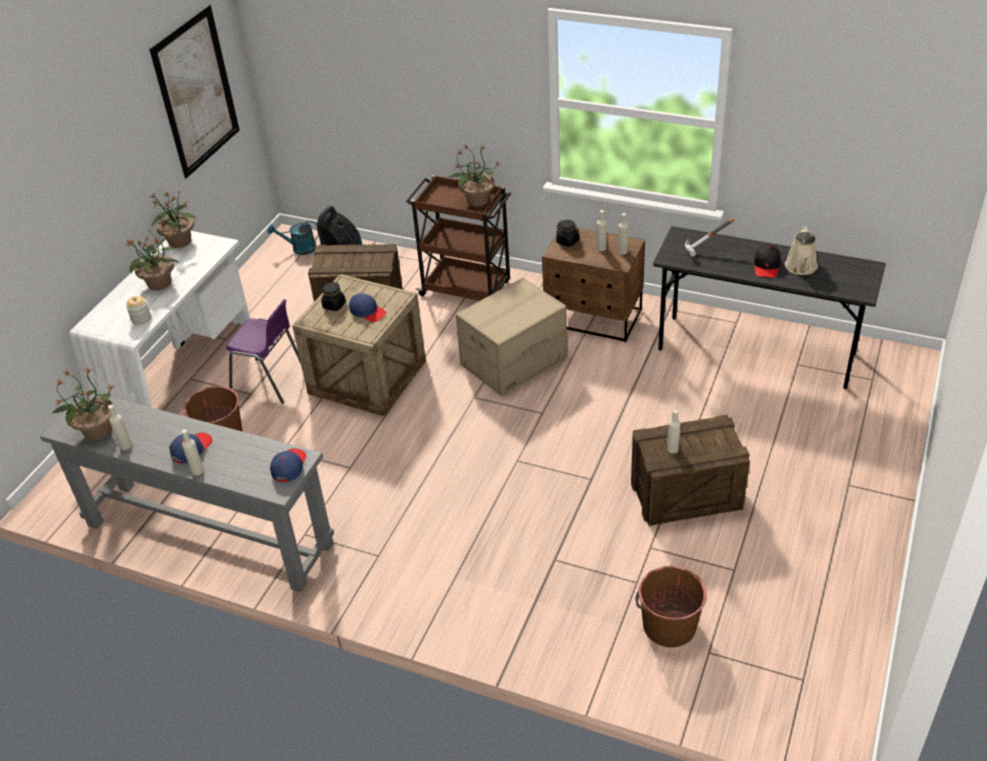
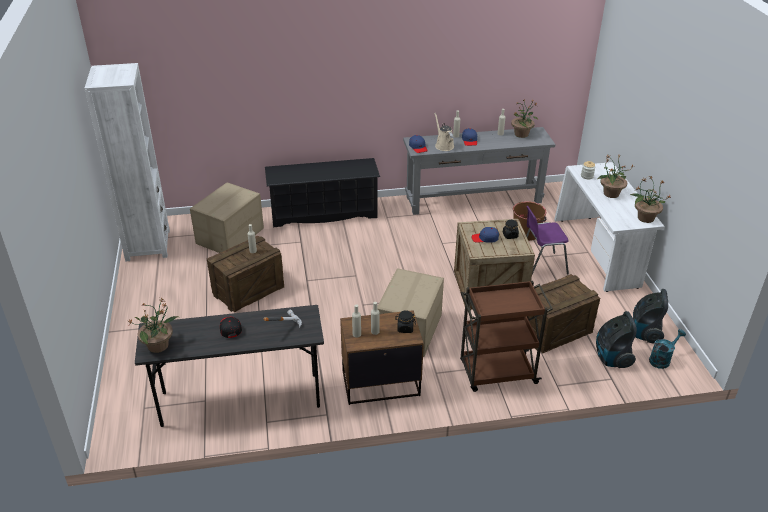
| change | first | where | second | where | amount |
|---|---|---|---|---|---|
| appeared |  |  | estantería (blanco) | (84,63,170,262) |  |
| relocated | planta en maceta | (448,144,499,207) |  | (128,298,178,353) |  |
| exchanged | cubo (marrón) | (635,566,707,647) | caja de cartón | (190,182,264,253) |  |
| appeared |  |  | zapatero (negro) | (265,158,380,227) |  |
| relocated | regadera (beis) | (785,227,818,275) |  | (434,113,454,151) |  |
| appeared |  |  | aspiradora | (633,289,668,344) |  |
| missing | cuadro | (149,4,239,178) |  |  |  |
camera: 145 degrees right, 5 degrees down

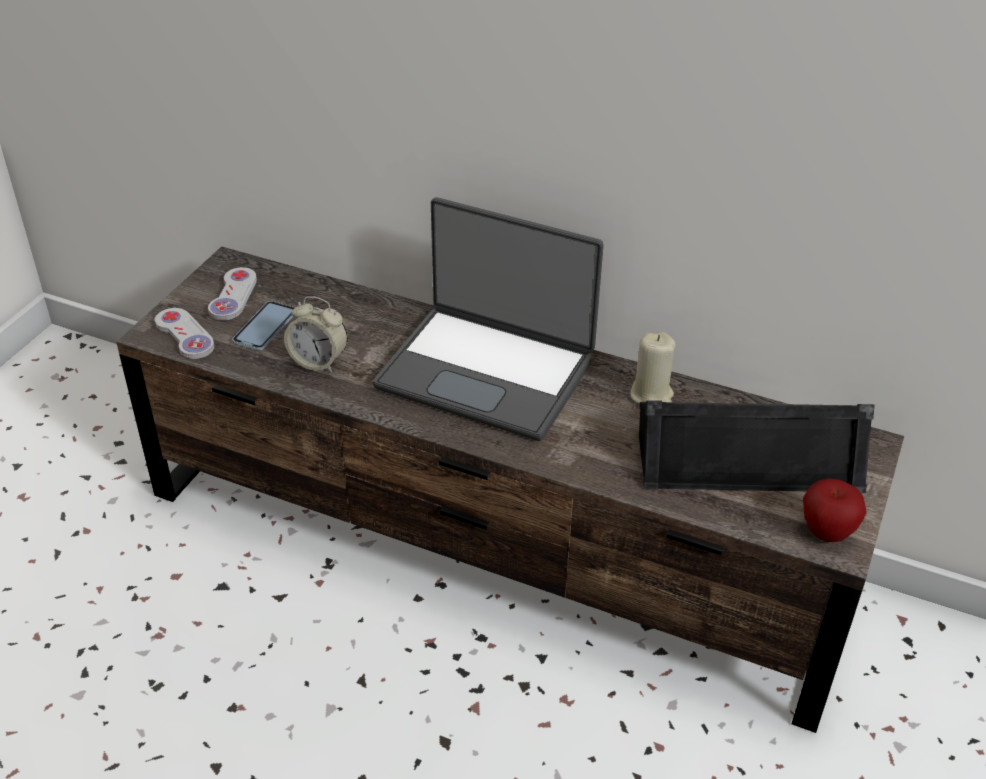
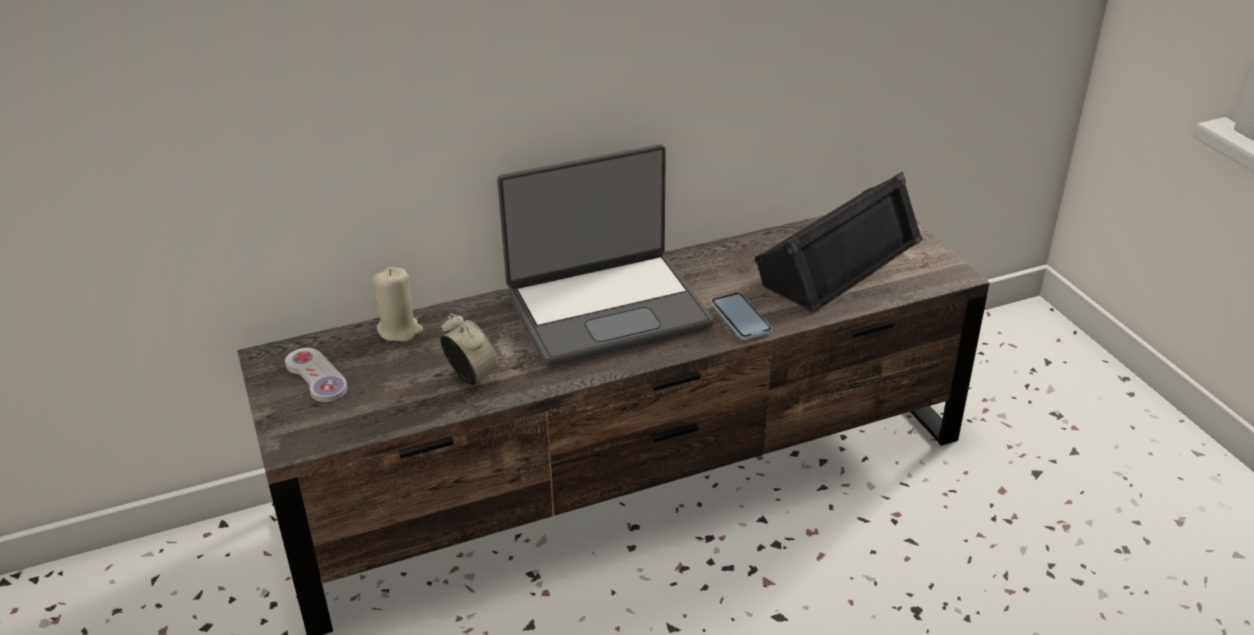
| change | first | where | second | where | amount |
|---|---|---|---|---|---|
| relocated | vela (beis) | (630,332,676,404) |  | (373,267,423,342) |  |
| spun | despertador | (284,296,348,373) |  | (440,313,500,385) | 105 degrees counterclockwise |
| relocated | móvil | (232,301,295,350) |  | (711,292,773,340) |  |
| missing | mando de consola (blanco) | (155,308,214,359) |  |  |  |
| missing | manzana | (803,478,867,542) |  |  |  |
camera: 45 degrees left, 5 degrees down

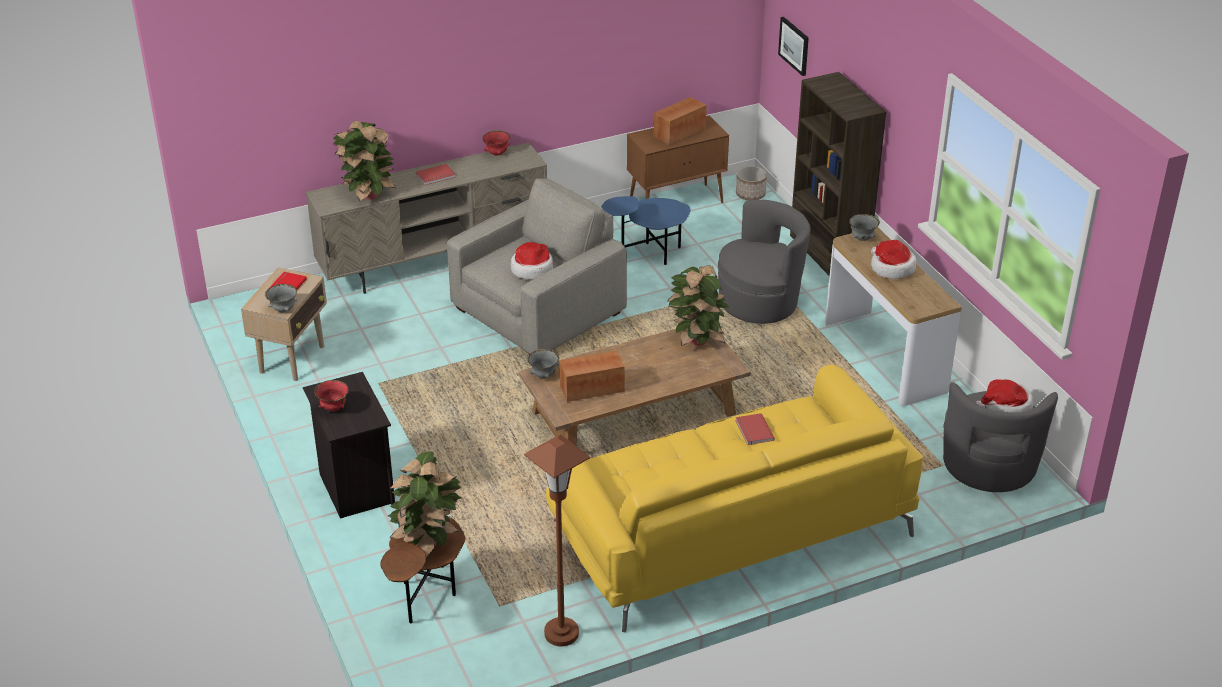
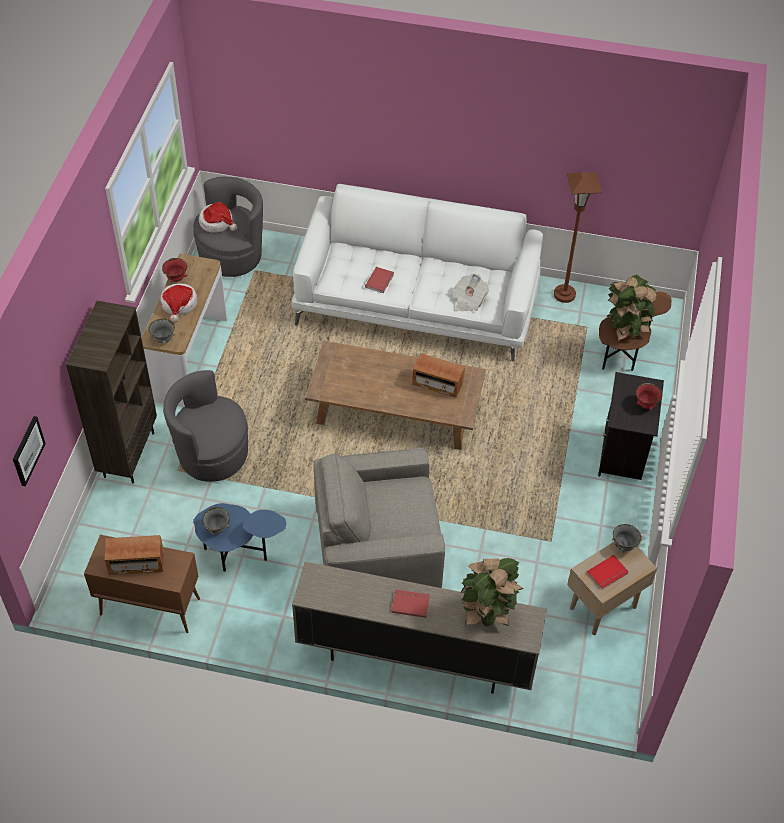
| change | first | where | second | where | amount |
|---|---|---|---|---|---|
| relocated | cuenco (rojo) | (482,130,511,156) |  | (162,258,187,283) |  |
| relocated | cuenco (gris) | (528,349,559,378) |  | (202,507,230,536) |  |
| colour | sofá (amarillo) | (546,365,923,632) | sofá (blanco) | (292,184,543,362) |  |
| appeared |  |  | periódico | (454,274,489,311) |  |
| missing | sombrero | (511,242,553,279) |  |  |  |
| missing | planta en maceta | (667,265,730,346) |  |  |  |
| missing | maceta | (736,166,767,200) |  |  |  |
camera: 145 degrees left, 15 degrees up

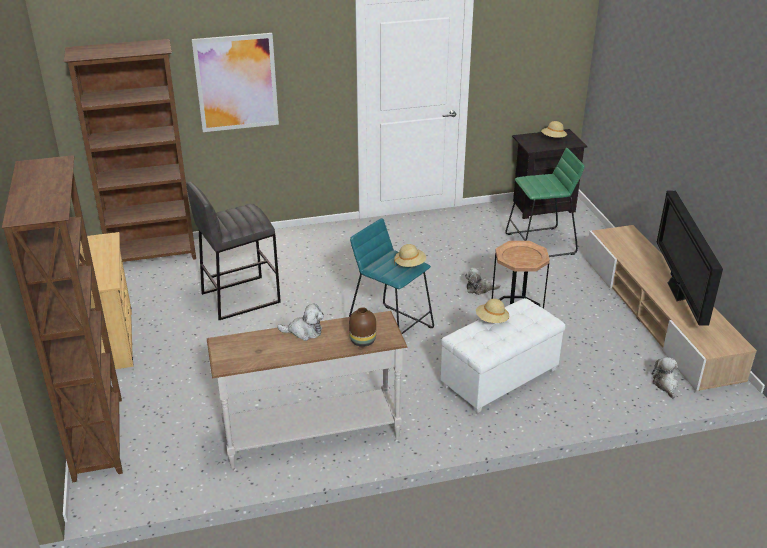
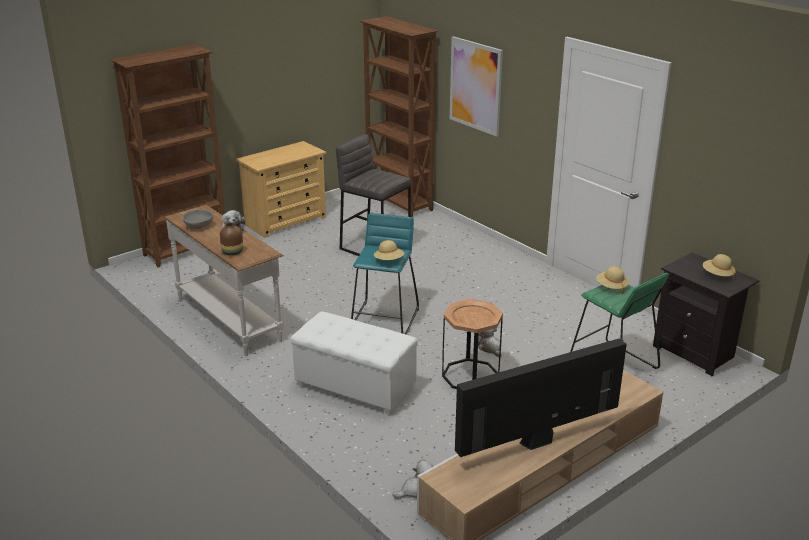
| change | first | where | second | where | amount |
|---|---|---|---|---|---|
| appeared |  |  | cuenco (gris) | (182,209,214,229) |  |
| relocated | sombrero (beis) | (476,299,509,323) |  | (596,266,629,294) |  |
camera: 65 degrees right, 5 degrees down

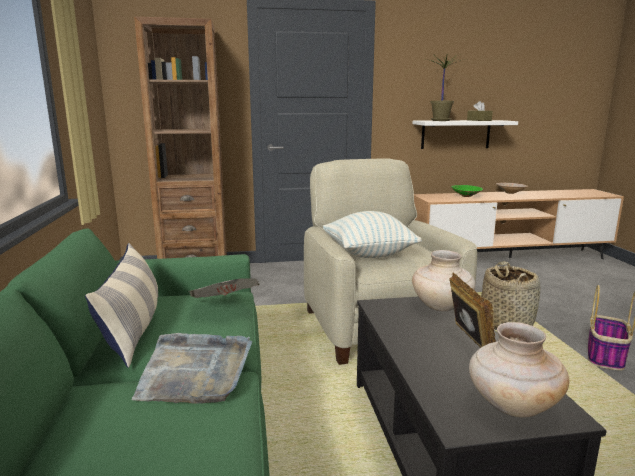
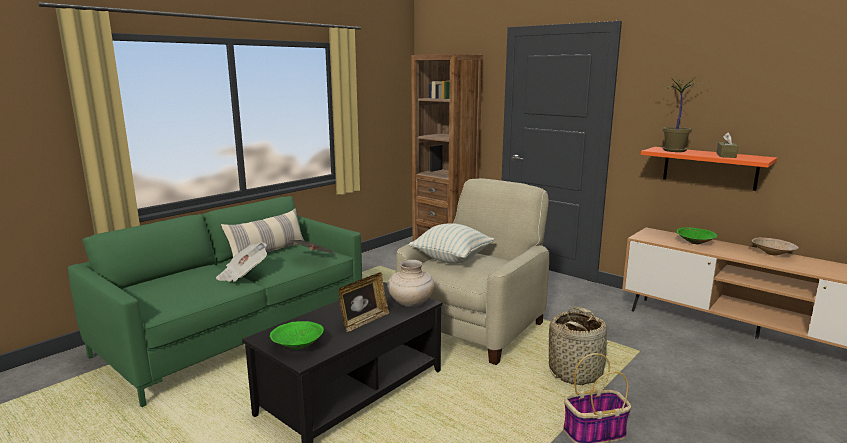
| change | first | where | second | where | amount |
|---|---|---|---|---|---|
| exchanged | bandeja (gris) | (131,333,252,403) | periódico | (216,243,267,282) |  |
| exchanged | florero (beis) | (469,322,569,418) | cuenco (verde) | (270,321,324,350) |  |
| colour | estante (blanco) | (413,120,518,149) | estante (naranja) | (641,147,777,191) |  |
camera: 50 degrees right, 0 degrees up

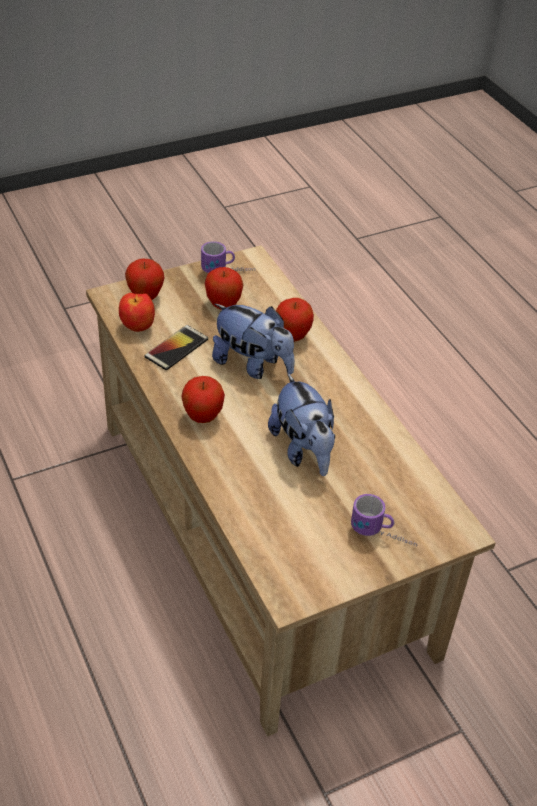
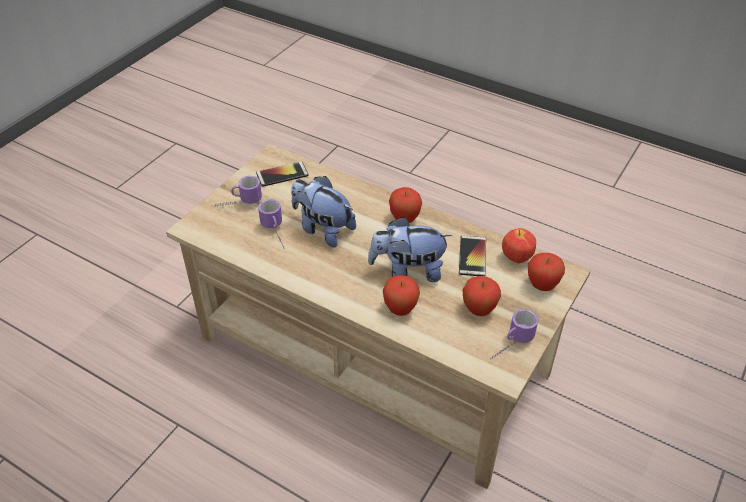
| change | first | where | second | where | amount |
|---|---|---|---|---|---|
| appeared |  |  | móvil | (256,161,309,187) |  |
| appeared |  |  | taza grande | (258,199,285,250) |  |
camera: 150 degrees right, 0 degrees up

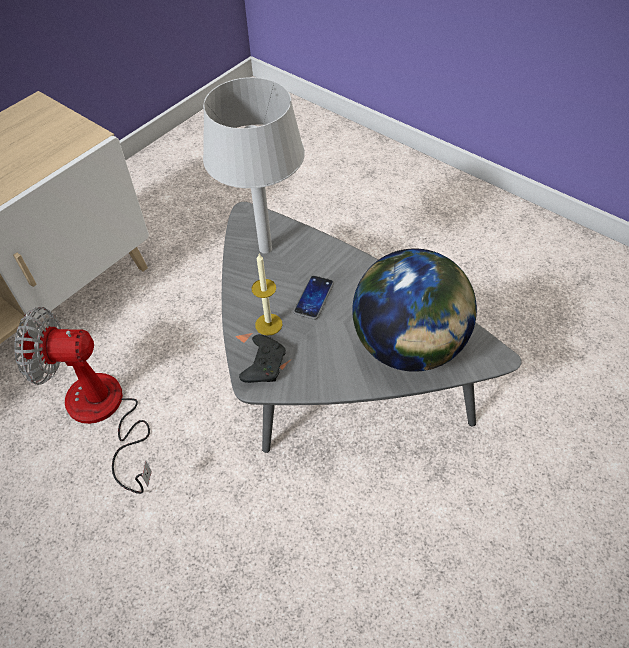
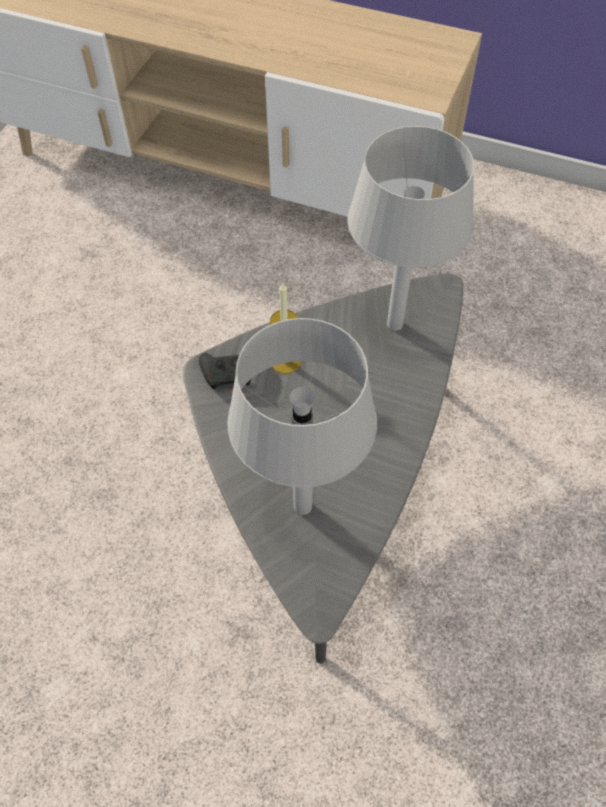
| change | first | where | second | where | amount |
|---|---|---|---|---|---|
| exchanged | globo terráqueo | (352,248,477,372) | lámpara de mesa (gris) | (227,318,377,515) |  |
| missing | ventilador | (14,307,152,494) |  |  |  |
| missing | móvil | (293,275,334,320) |  |  |  |
camera: 70 degrees right, 5 degrees up

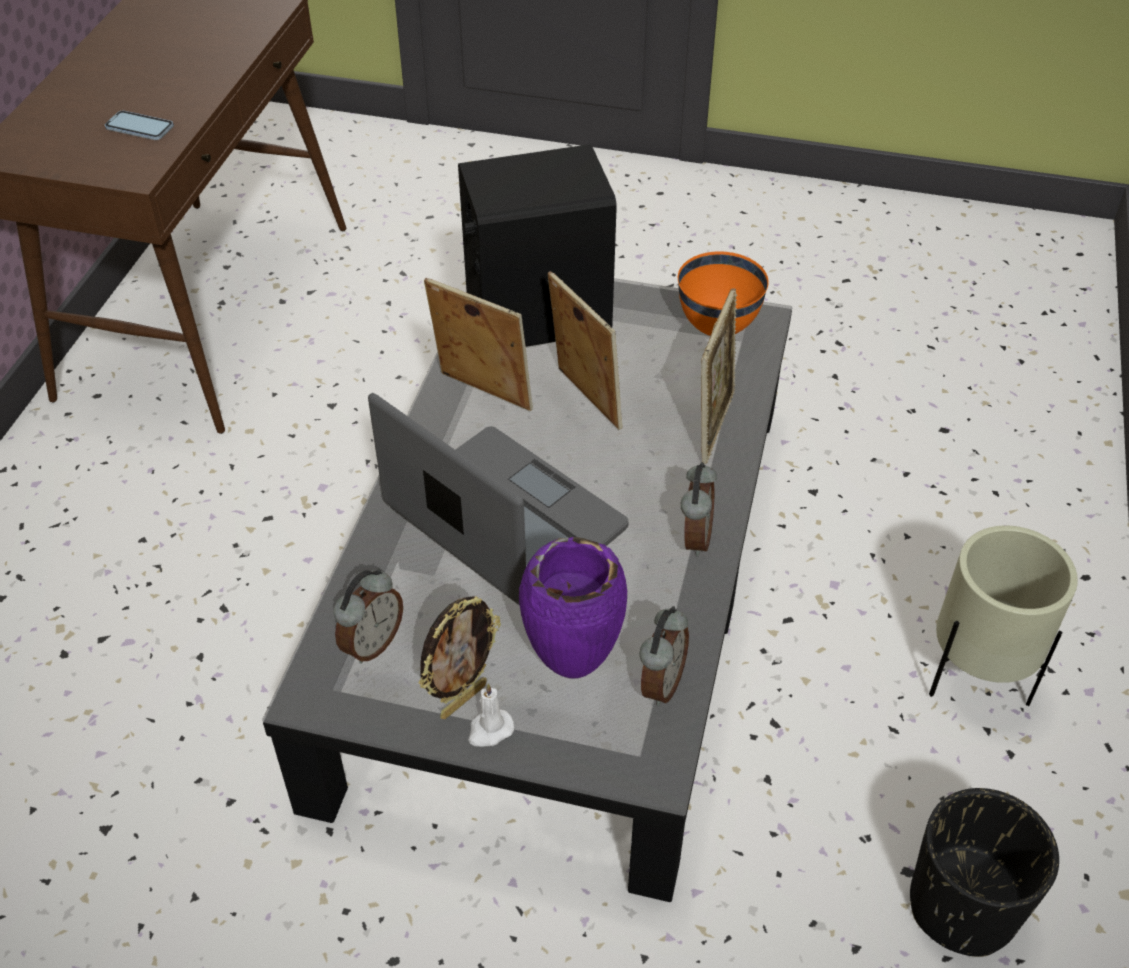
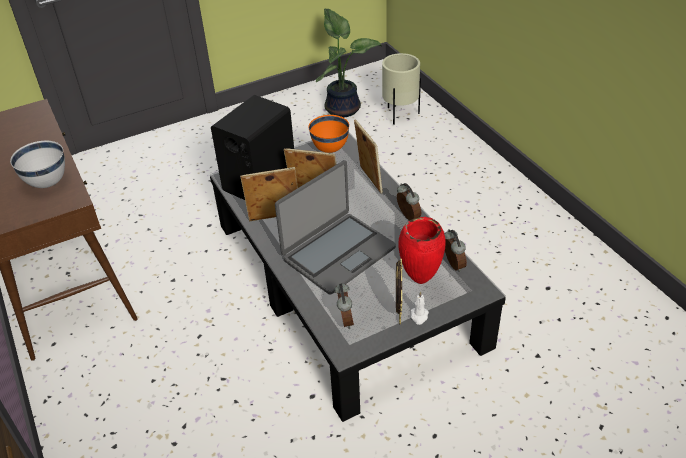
| change | first | where | second | where | amount |
|---|---|---|---|---|---|
| exchanged | móvil | (105,111,174,140) | cuenco (blanco) | (10,141,65,188) |  |
| spun | portátil | (368,393,628,606) |  | (275,160,396,295) | 135 degrees clockwise |
| appeared |  |  | planta en maceta | (316,9,382,118) |  |
| relocated | maceta (beis) | (929,526,1078,706) |  | (382,53,421,125) |  |
| colour | florero (morado) | (519,537,627,678) | florero (rojo) | (398,217,446,284) |  |
| missing | maceta (negro) | (910,788,1059,957) |  |  |  |
camera: 40 degrees left, 5 degrees down

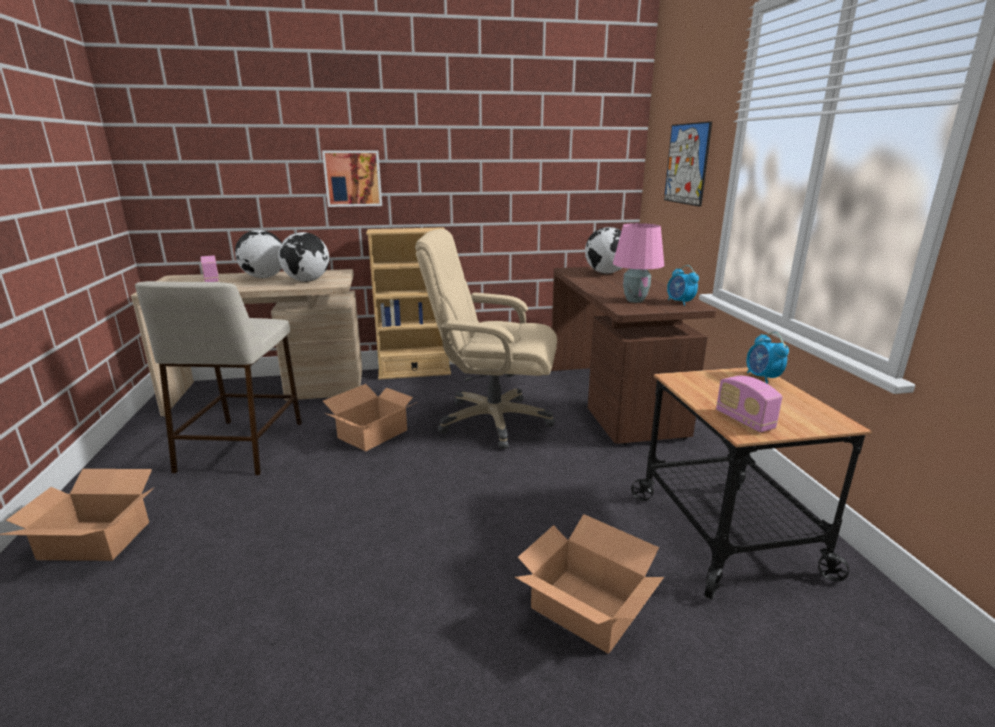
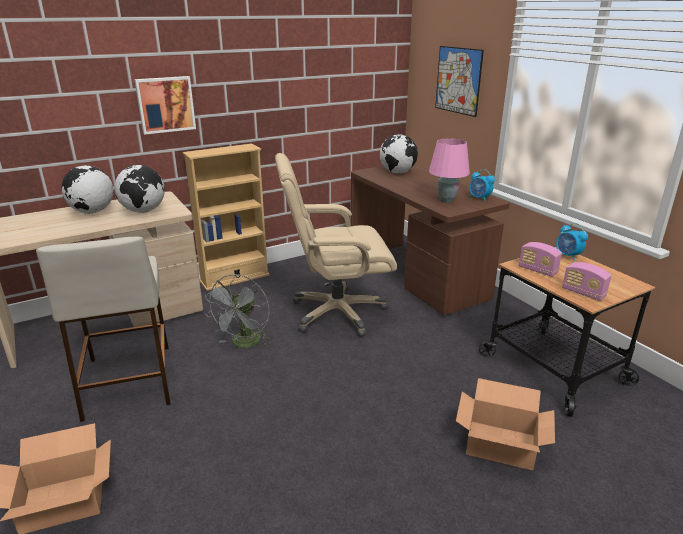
| change | first | where | second | where | amount |
|---|---|---|---|---|---|
| exchanged | caja de cartón | (323,384,417,451) | ventilador (gris) | (205,274,271,348) |  |
| relocated | radio | (201,256,219,282) |  | (519,242,562,277) |  |
camera: 20 degrees left, 5 degrees up

